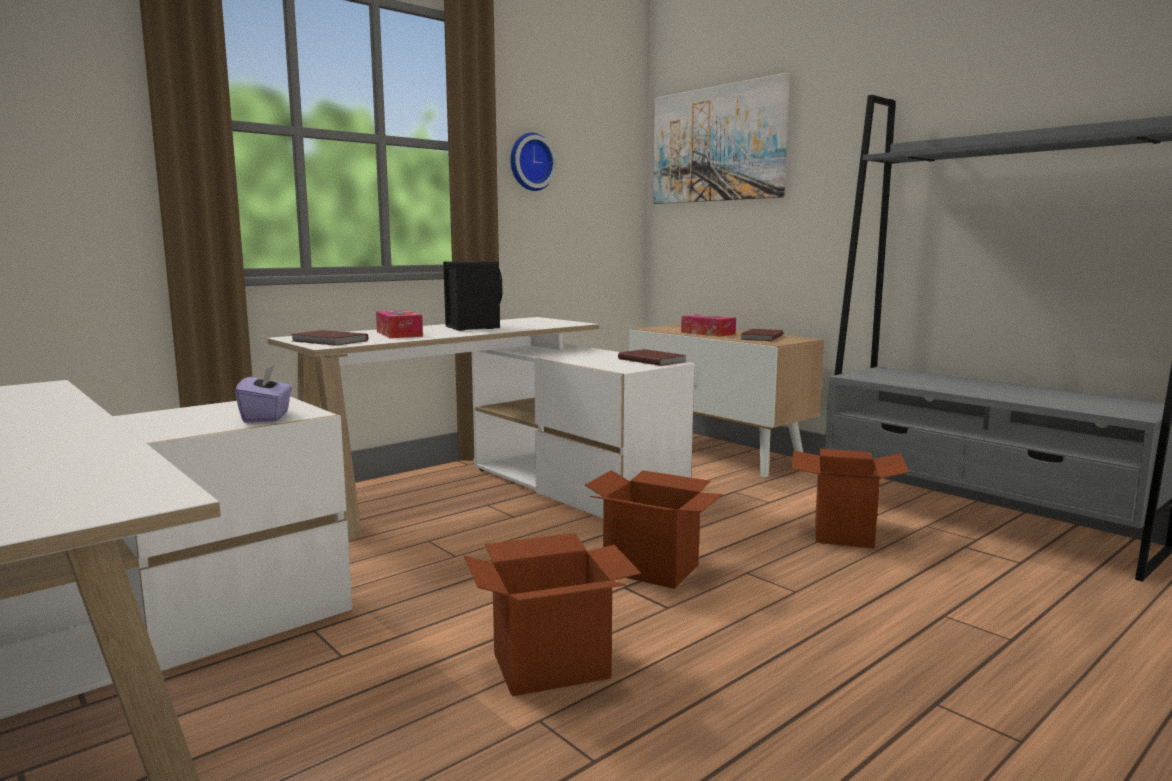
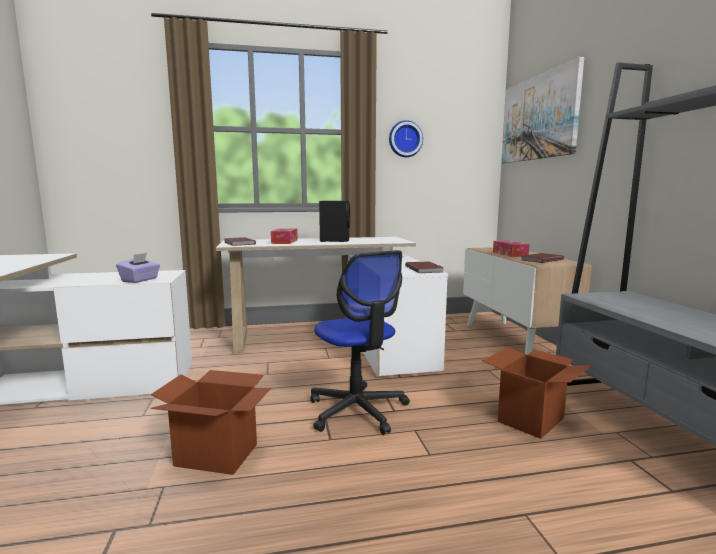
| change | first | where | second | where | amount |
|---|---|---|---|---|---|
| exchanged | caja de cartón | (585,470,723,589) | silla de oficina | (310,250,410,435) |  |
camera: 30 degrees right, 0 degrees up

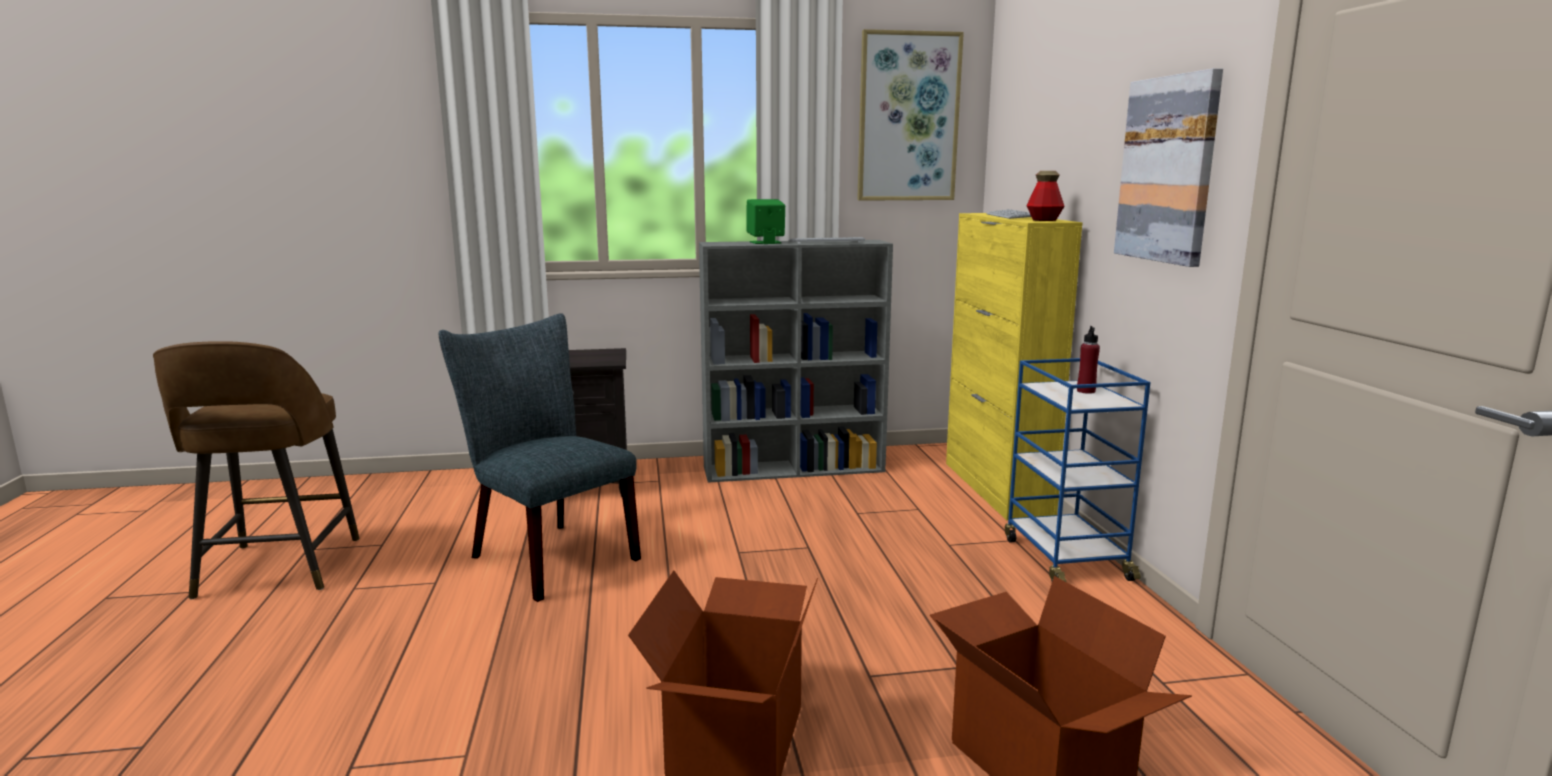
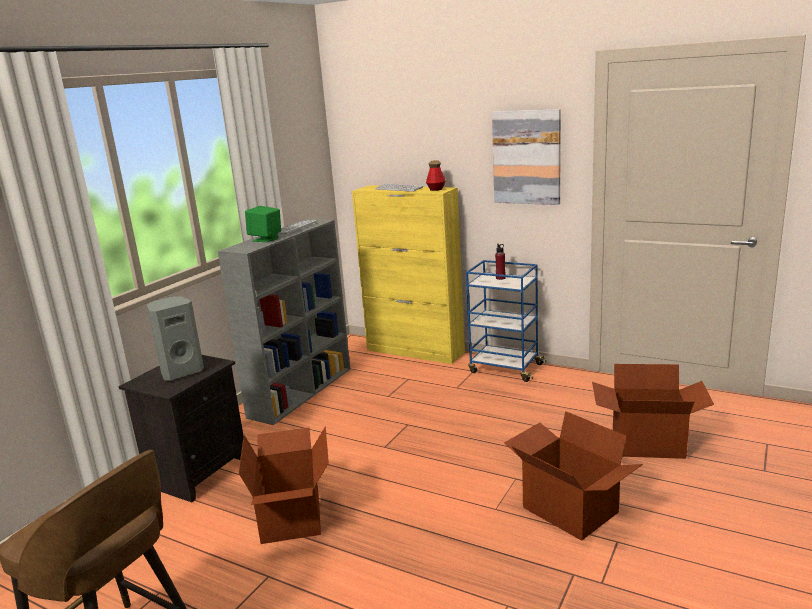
| change | first | where | second | where | amount |
|---|---|---|---|---|---|
| appeared |  |  | altavoz (gris) | (147,296,204,381) |  |
| exchanged | silla (gris) | (439,313,641,602) | caja de cartón | (238,426,329,544) |  |
| missing | cuadro | (857,29,964,201) |  |  |  |
camera: 50 degrees left, 5 degrees up

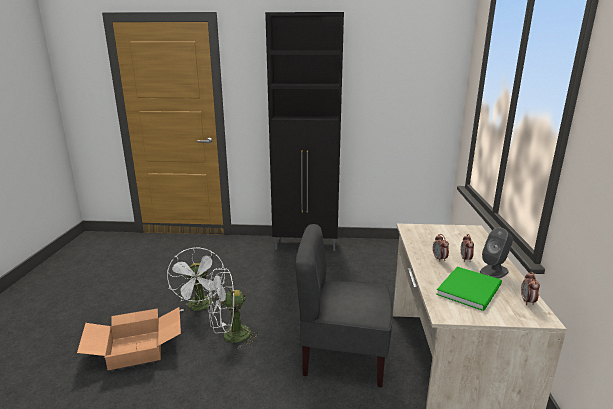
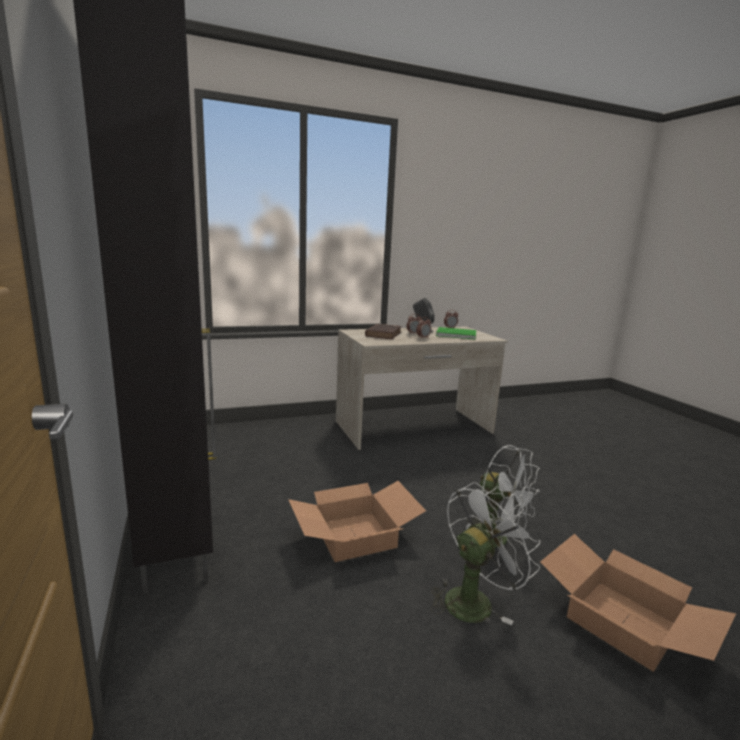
| change | first | where | second | where | amount |
|---|---|---|---|---|---|
| appeared |  |  | caja de cartón | (288,481,426,562) |  |
| appeared |  |  | libro (marrón) | (365,324,402,339) |  |
| missing | silla (gris) | (295,224,393,387) |  |  |  |
camera: 115 degrees left, 5 degrees down

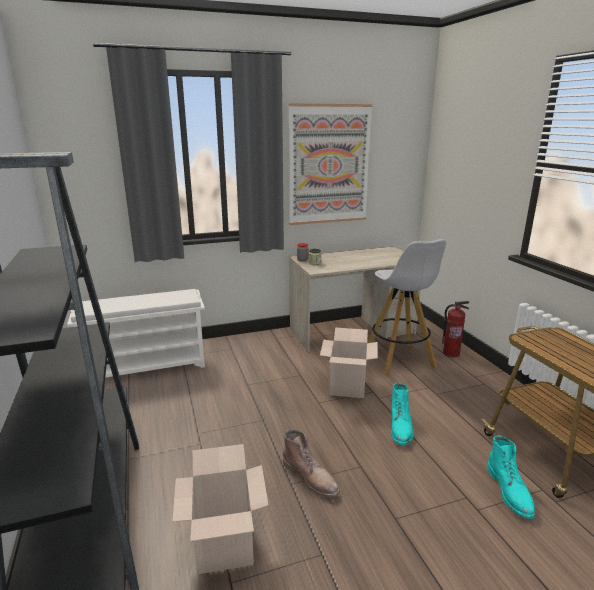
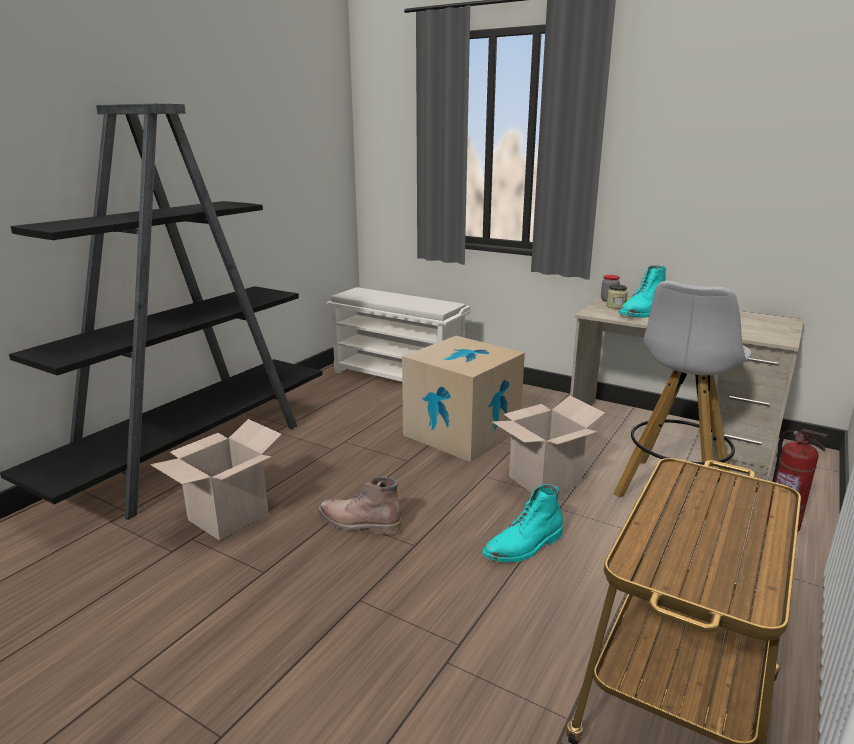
| change | first | where | second | where | amount |
|---|---|---|---|---|---|
| spun | bota (marrón) | (283,430,340,497) |  | (318,477,402,534) | 105 degrees clockwise |
| appeared |  |  | caja de cartón | (402,336,525,462) |  |
| relocated | bota (turquesa) | (487,435,536,519) |  | (619,265,666,318) |  |
| missing | cuadro | (289,103,372,225) |  |  |  |
camera: 50 degrees right, 0 degrees up

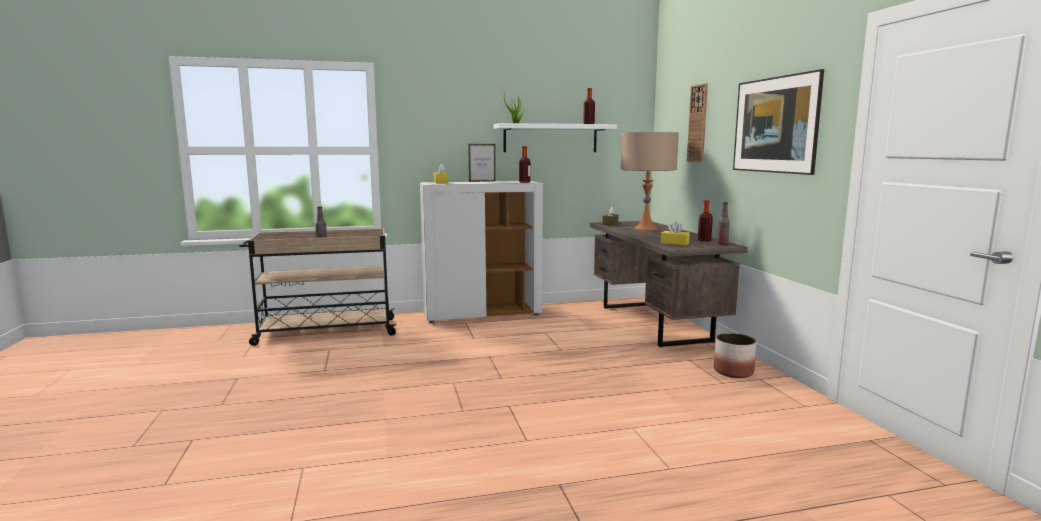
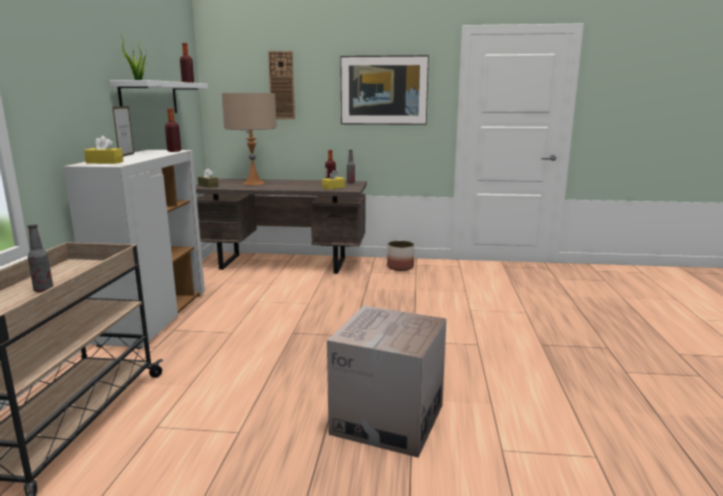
| change | first | where | second | where | amount |
|---|---|---|---|---|---|
| appeared |  |  | caja de cartón | (327,306,447,458) |  |
camera: 70 degrees left, 5 degrees up

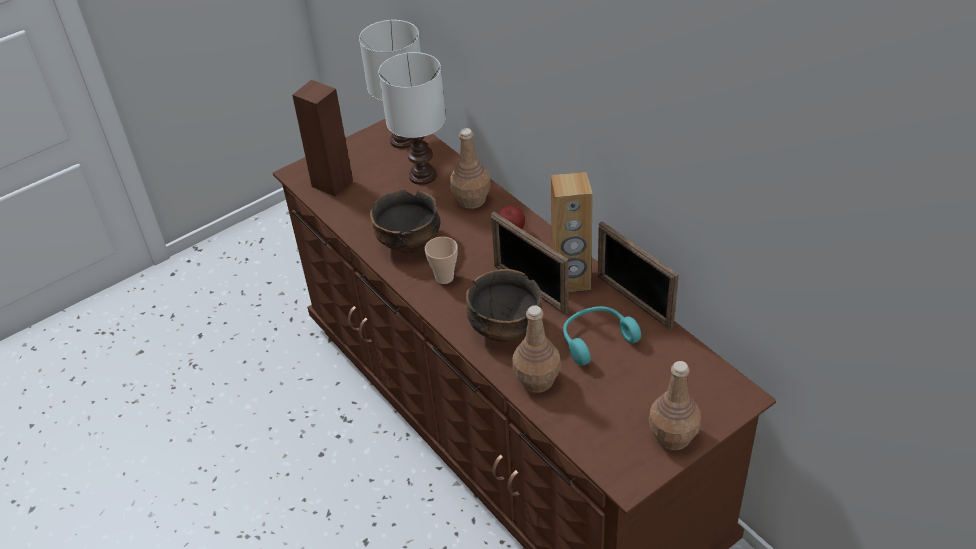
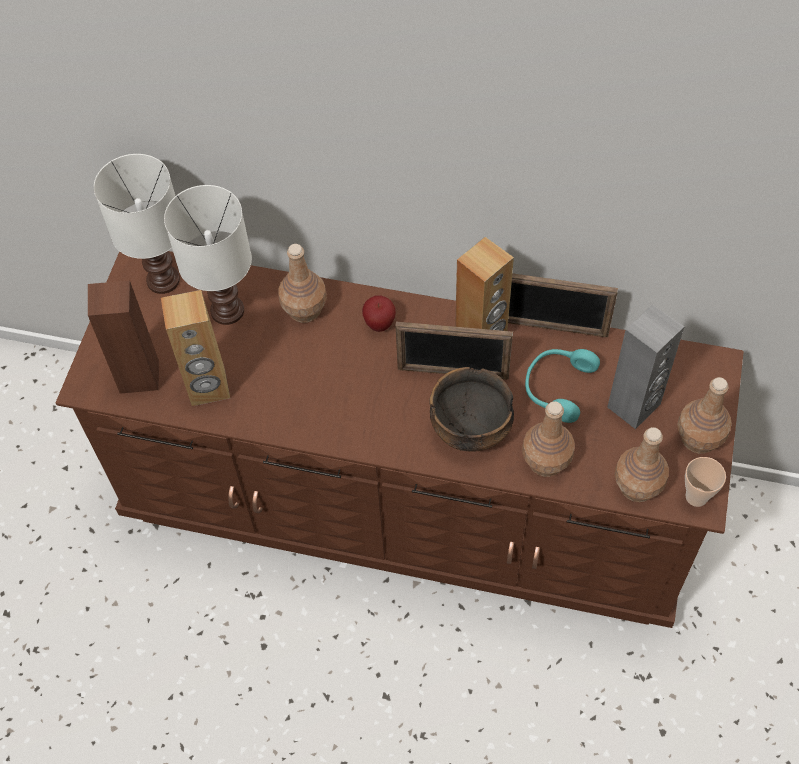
| change | first | where | second | where | amount |
|---|---|---|---|---|---|
| appeared |  |  | altavoz (marrón) | (161,290,230,406) |  |
| appeared |  |  | altavoz (gris) | (607,305,685,429) |  |
| appeared |  |  | botella (marrón) | (614,427,669,502) |  |
| relocated | taza | (425,237,458,284) |  | (685,457,726,507) |  |
| missing | cuenco | (370,190,440,253) |  |  |  |
camera: 40 degrees left, 15 degrees up

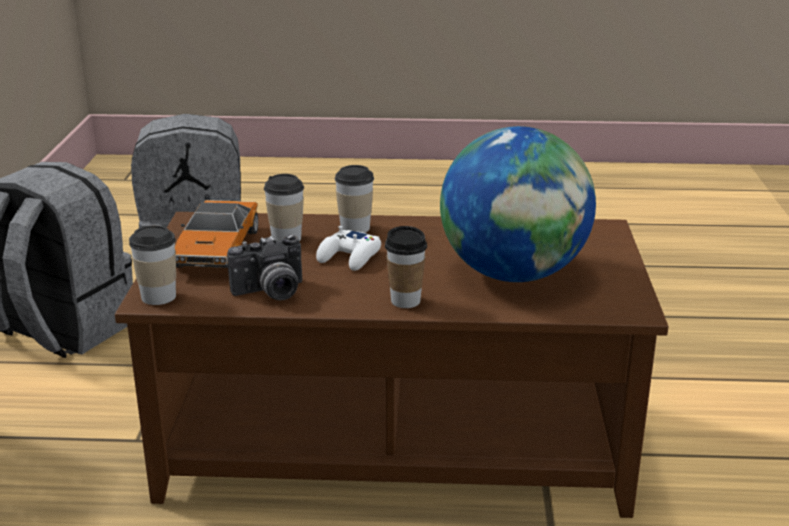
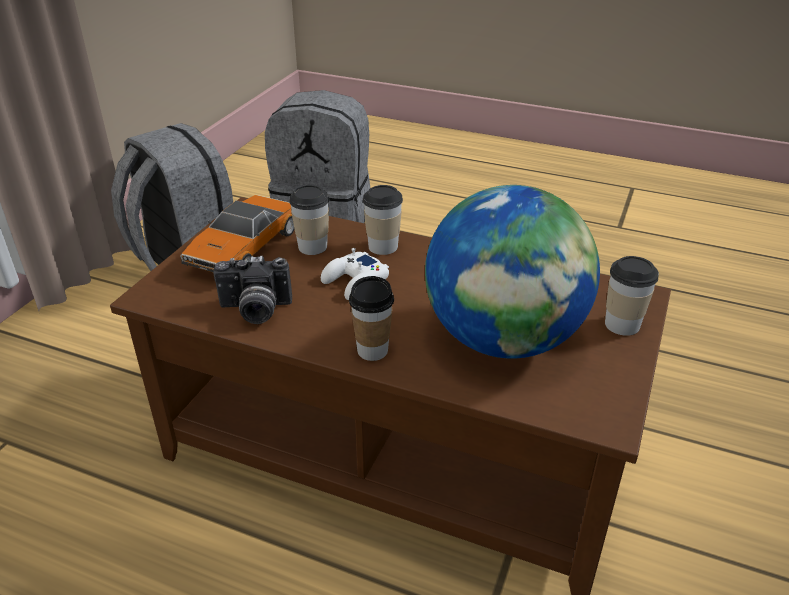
| change | first | where | second | where | amount |
|---|---|---|---|---|---|
| relocated | taza | (129,225,176,305) |  | (605,256,659,336) |  |
camera: 20 degrees right, 10 degrees up

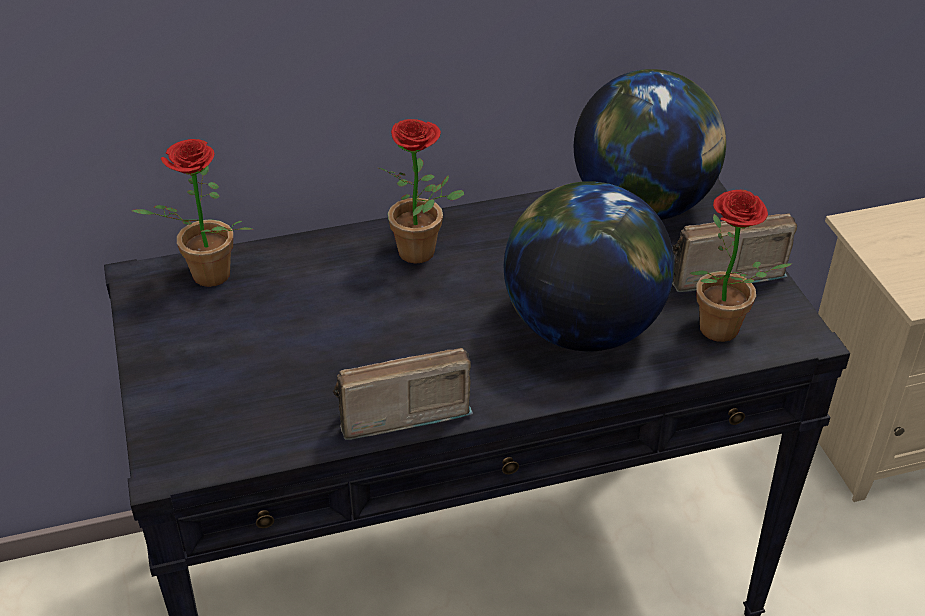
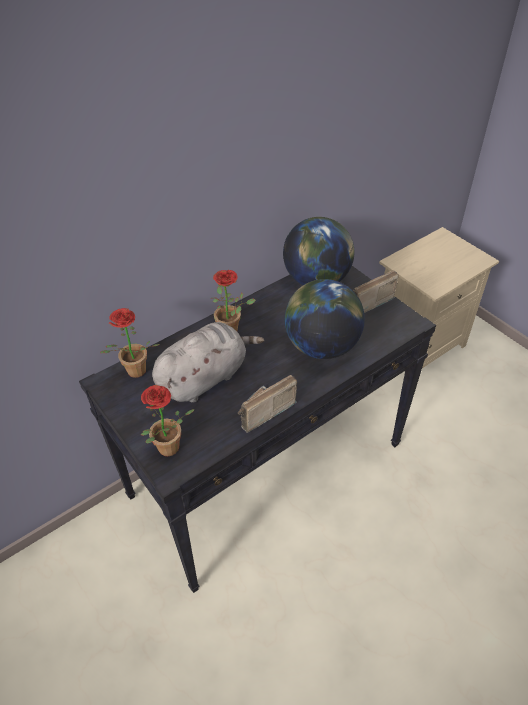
| change | first | where | second | where | amount |
|---|---|---|---|---|---|
| relocated | planta en maceta | (690,190,791,342) |  | (141,385,195,456) |  |
| appeared |  |  | peluche (gris) | (152,322,264,403) |  |
camera: 20 degrees left, 5 degrees up

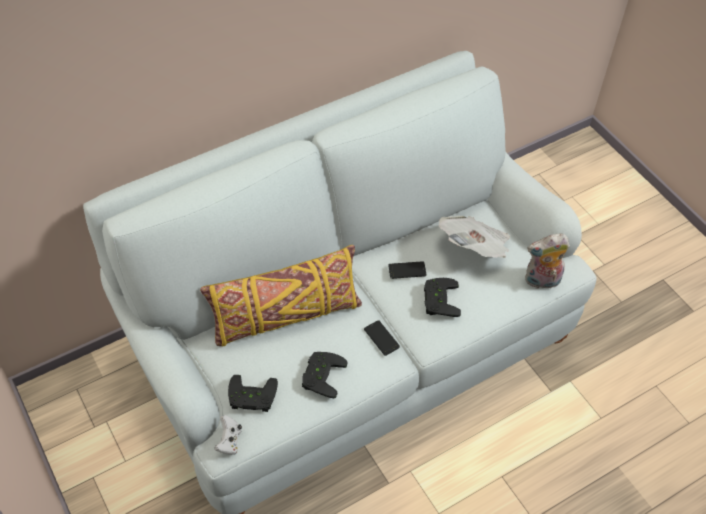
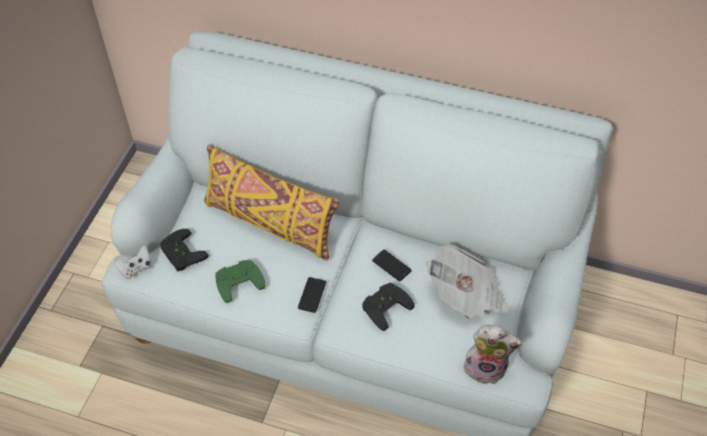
| change | first | where | second | where | amount |
|---|---|---|---|---|---|
| colour | mando de consola (negro) | (302,352,348,399) | mando de consola (verde) | (216,260,265,303) |  |
| spun | peluche | (525,234,570,289) |  | (462,325,522,384) | 150 degrees clockwise |
camera: 50 degrees right, 0 degrees up

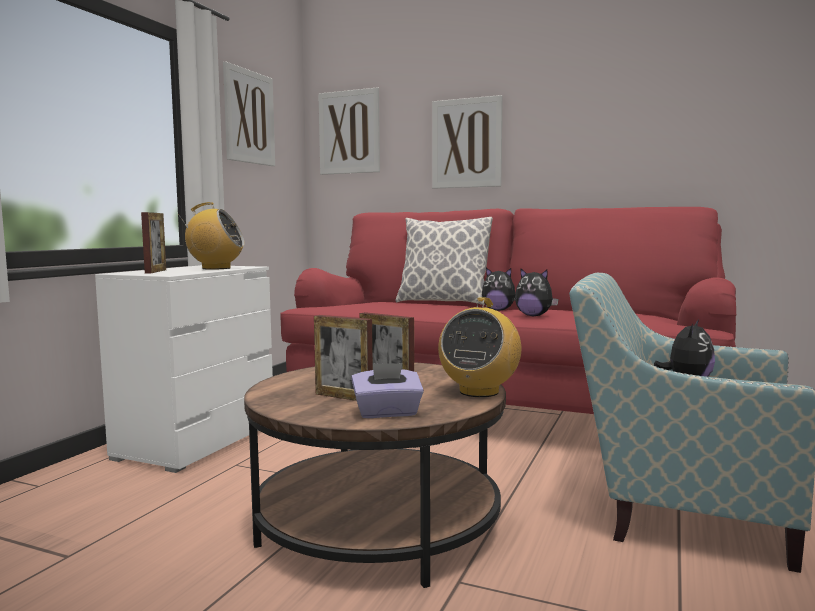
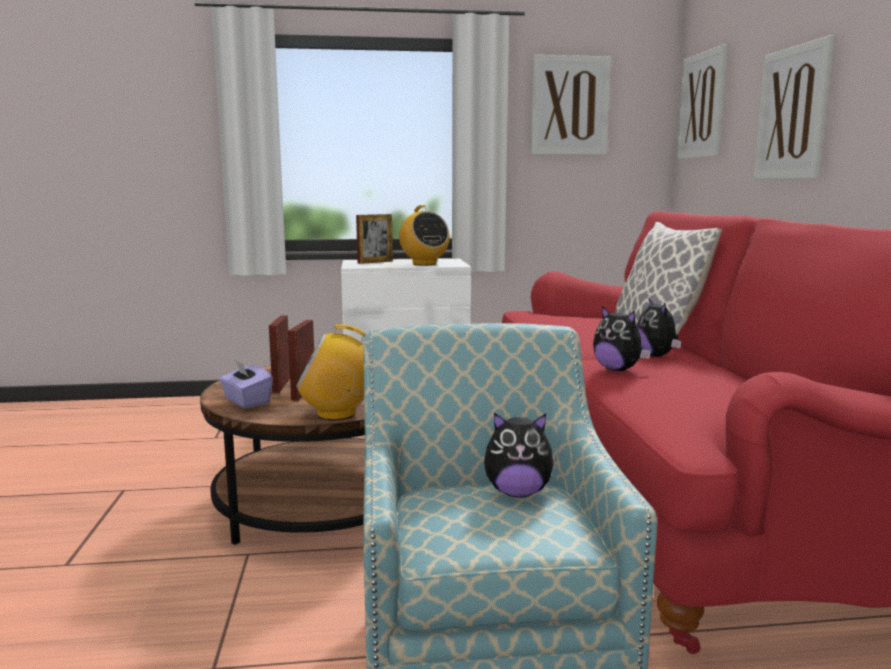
| change | first | where | second | where | amount |
|---|---|---|---|---|---|
| spun | peluche | (515,268,559,316) |  | (593,306,651,371) | 45 degrees counterclockwise |
camera: 60 degrees right, 5 degrees up

